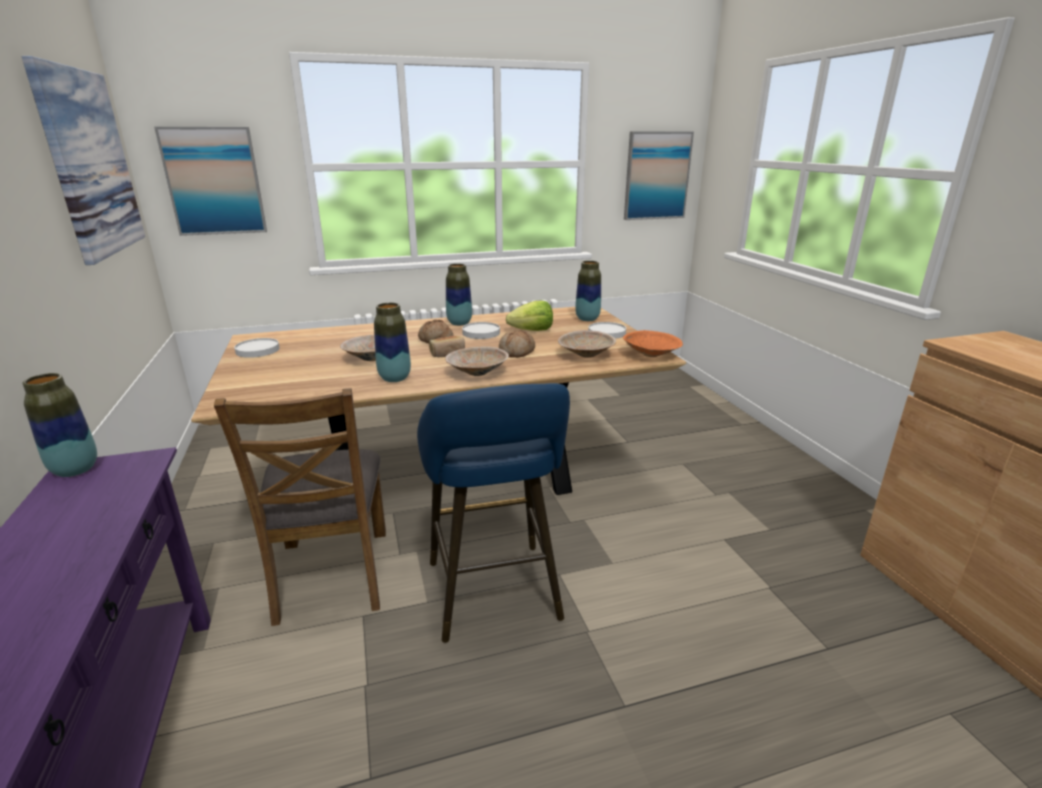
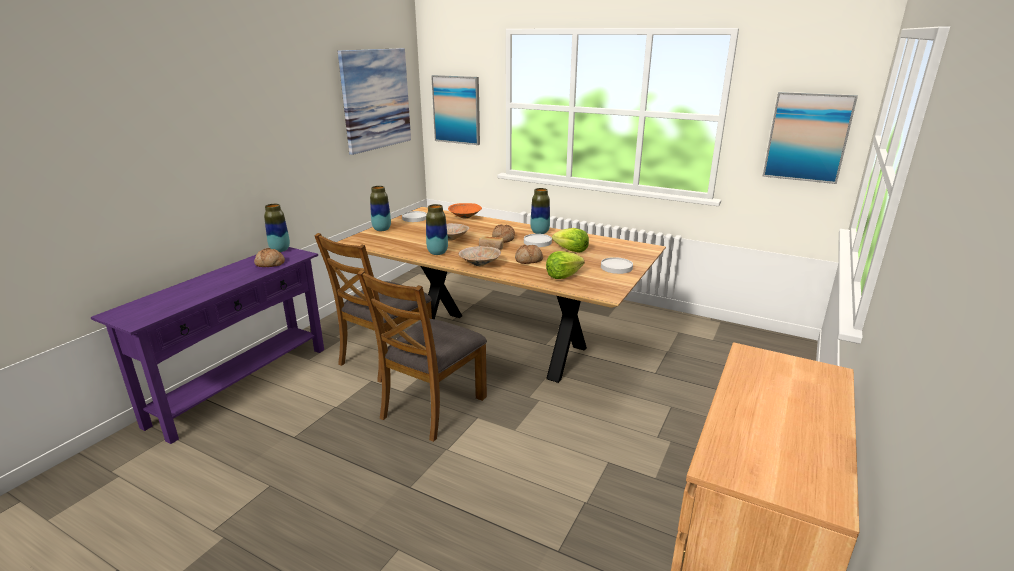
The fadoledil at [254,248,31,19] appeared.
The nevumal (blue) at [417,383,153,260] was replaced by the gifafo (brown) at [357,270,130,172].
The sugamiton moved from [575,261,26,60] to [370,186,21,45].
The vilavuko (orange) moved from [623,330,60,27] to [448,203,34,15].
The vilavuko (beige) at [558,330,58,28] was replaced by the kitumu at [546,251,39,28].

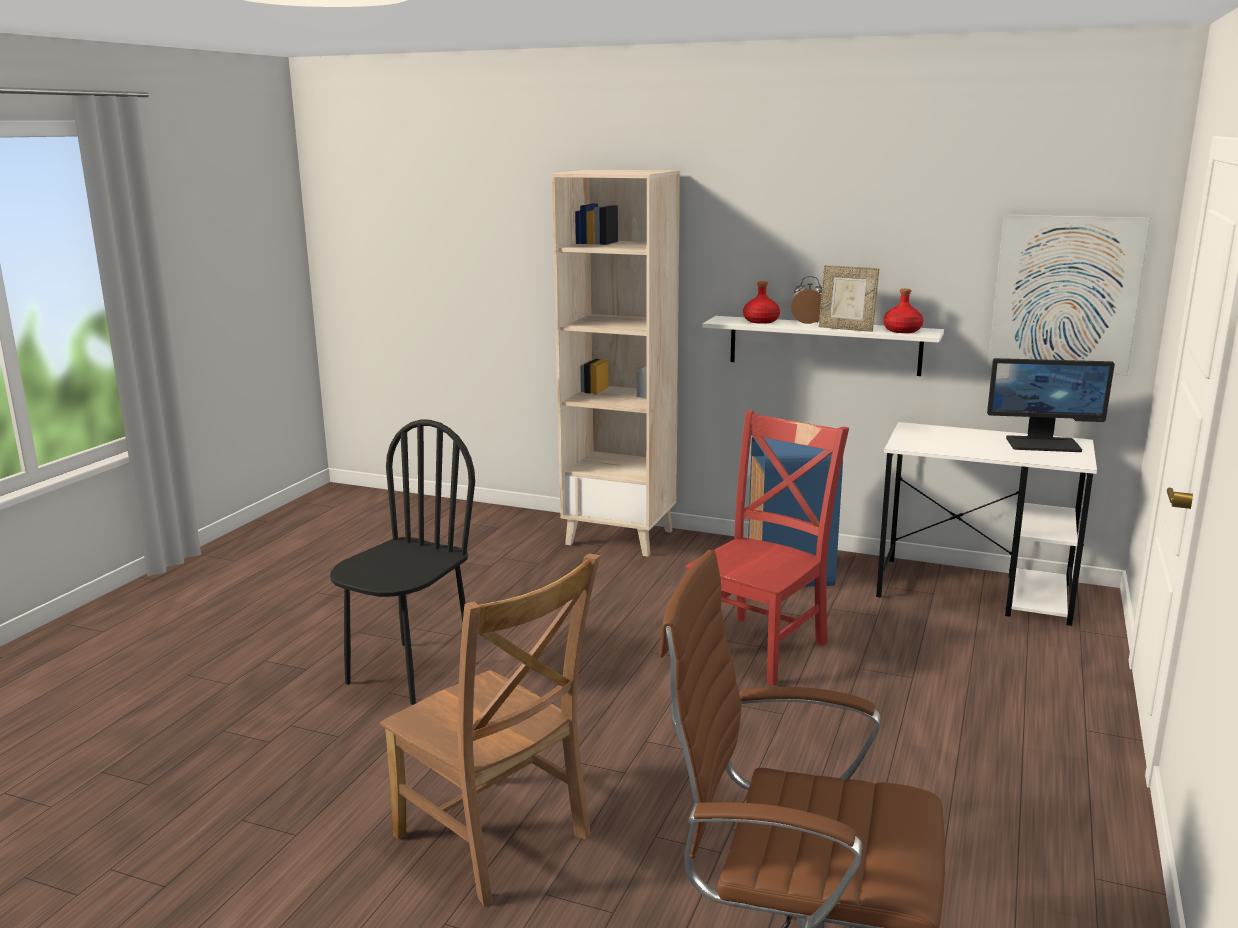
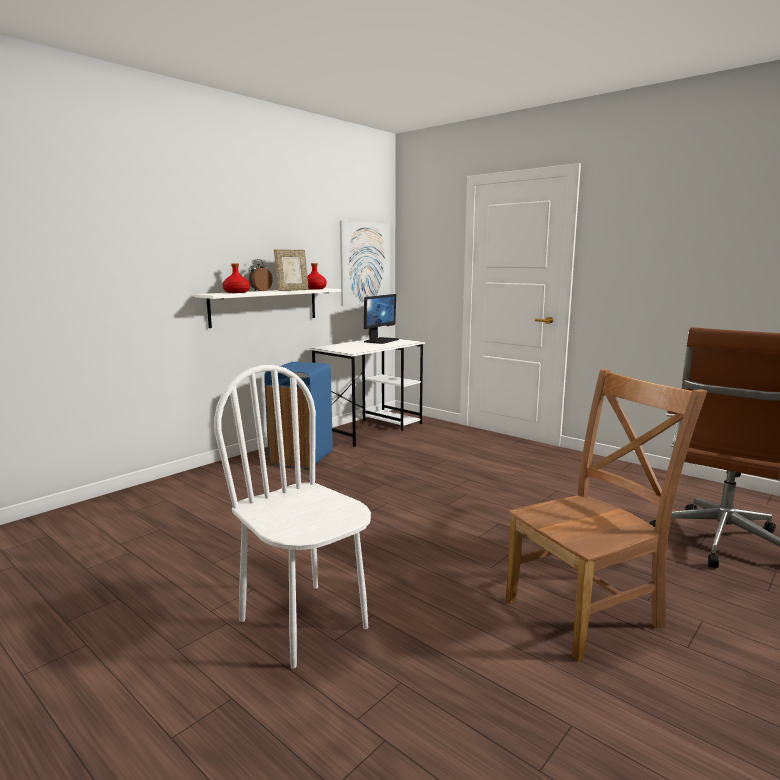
The gifafo (black) at [330,420,145,285] became the gifafo (white) at [214,365,157,304].
The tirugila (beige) at [552,170,128,387] disappeared.
The gifafo (red) at [685,410,164,276] disappeared.

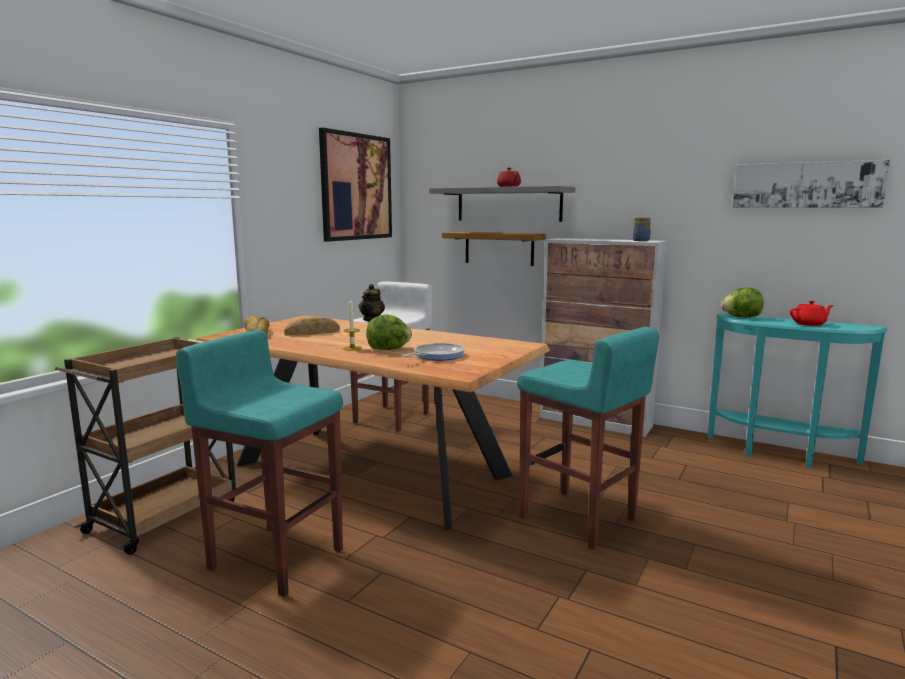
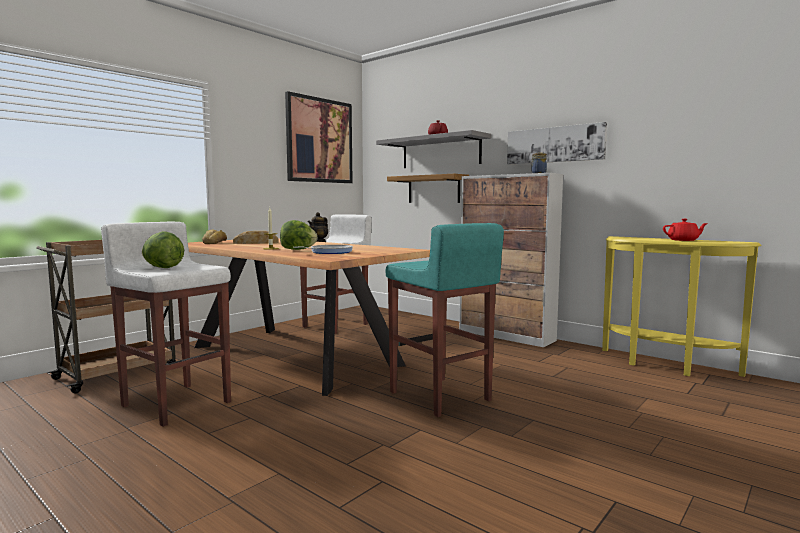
The nevumal (turquoise) at [176,330,167,267] became the nevumal (white) at [101,222,130,205].
The kitumu moved from [721,287,42,30] to [142,231,42,37].
The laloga moved from [733,160,157,48] to [507,122,100,42].
The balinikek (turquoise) at [707,313,181,155] became the balinikek (yellow) at [602,236,160,141].

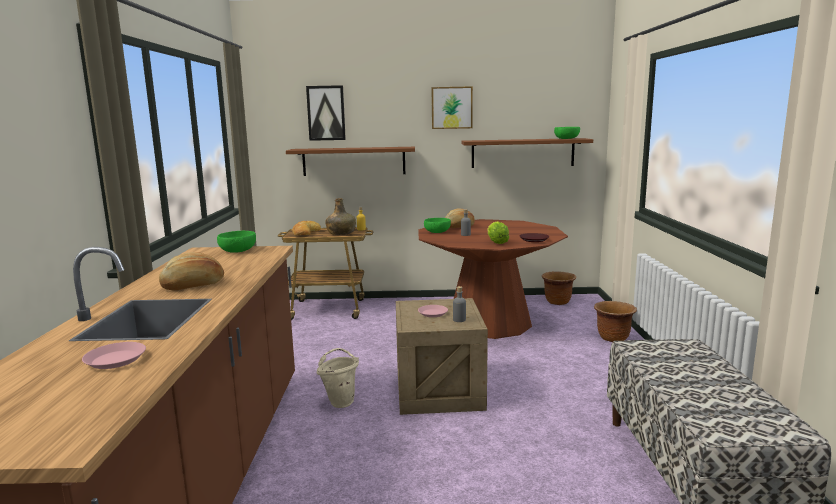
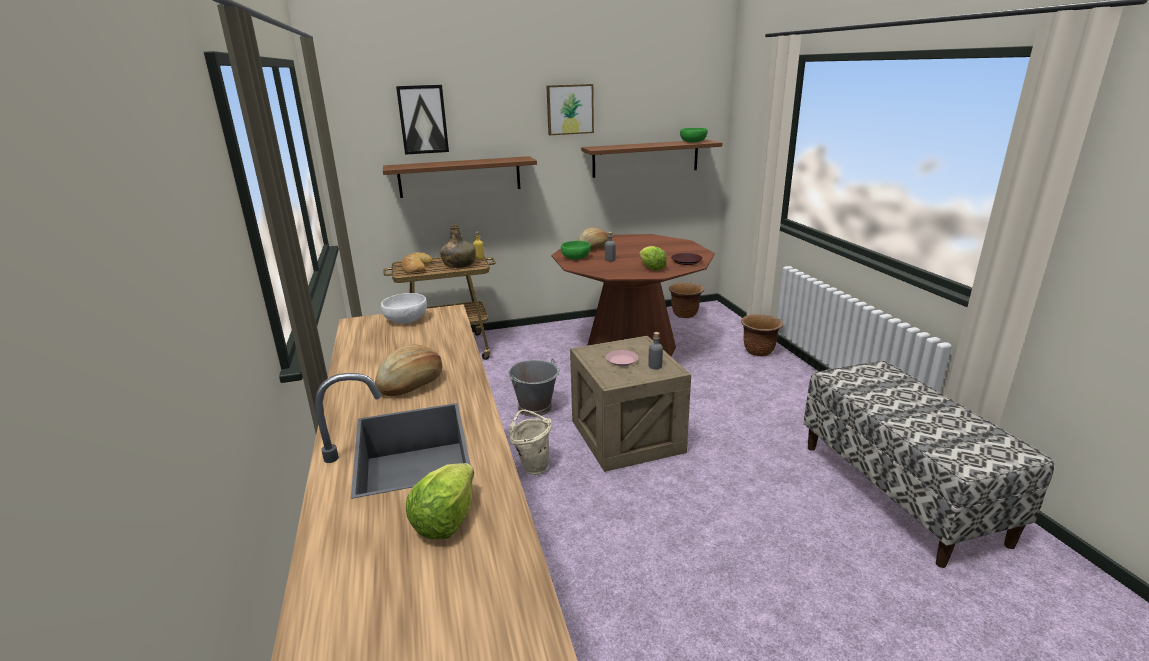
The vilavuko (green) at [217,231,39,22] became the vilavuko (white) at [381,293,46,30].
The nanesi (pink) at [82,342,64,27] was replaced by the kitumu at [406,463,68,76].
The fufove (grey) at [509,359,51,58] appeared.

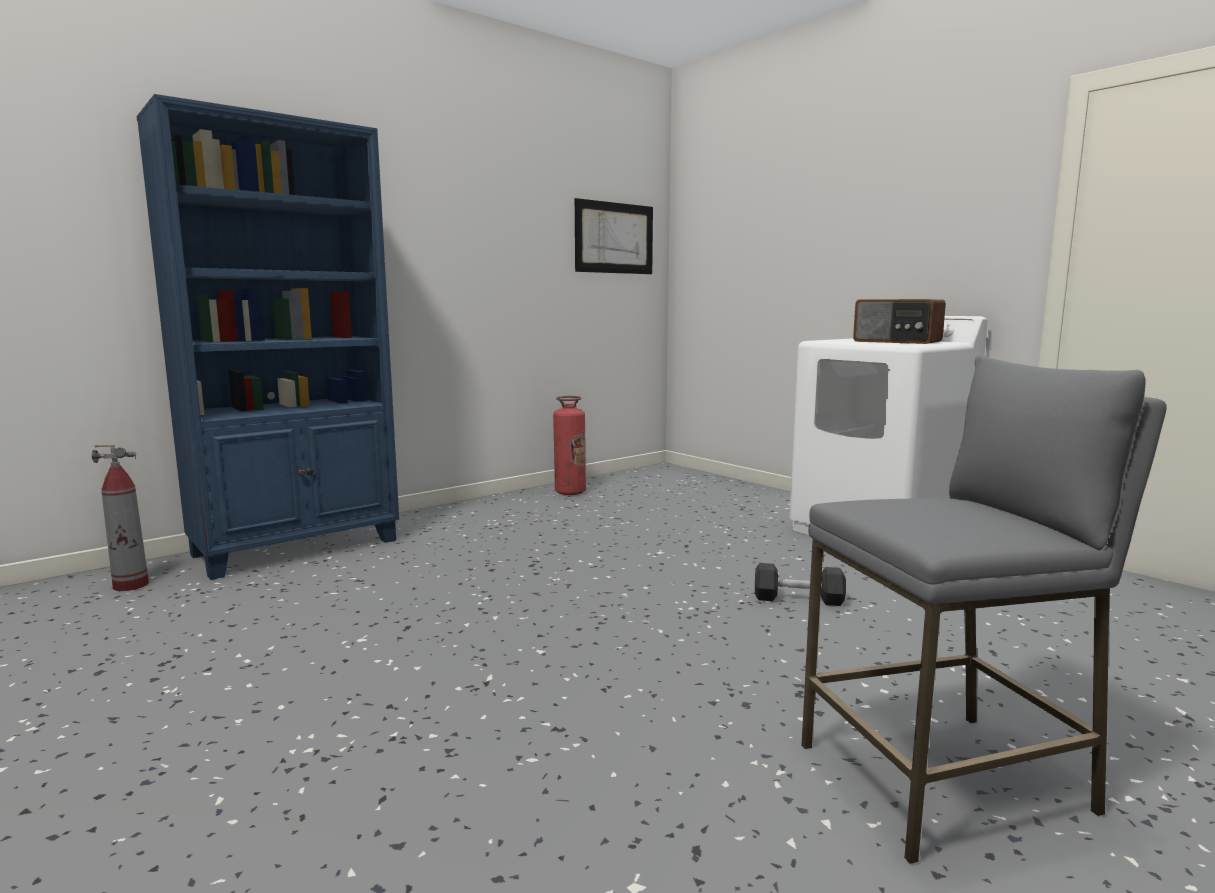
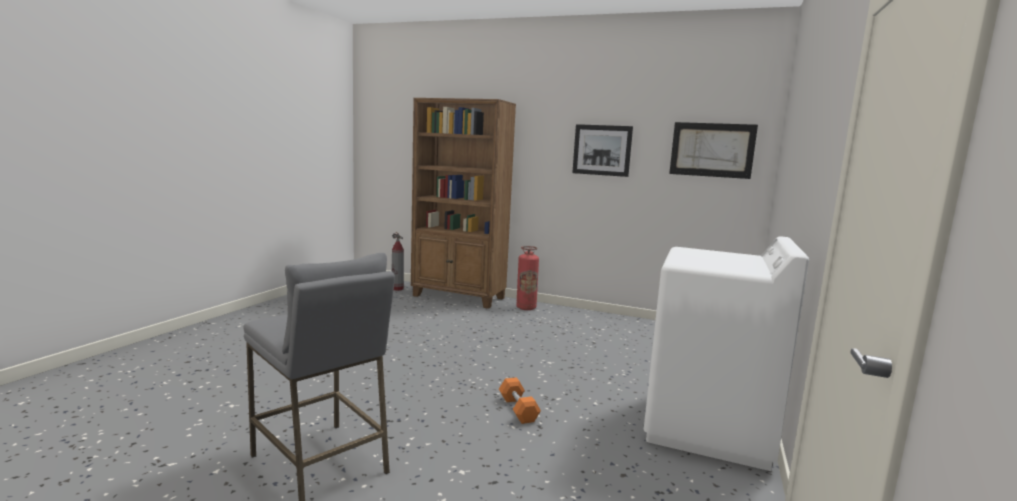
The tirugila (blue) at [137,94,262,486] became the tirugila (brown) at [411,98,105,211].
The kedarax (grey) at [755,563,91,43] became the kedarax (orange) at [499,377,42,47].
The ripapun moved from [553,396,33,99] to [516,246,23,64].
The laloga at [572,124,61,53] appeared.
The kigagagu at [853,299,93,45] disappeared.

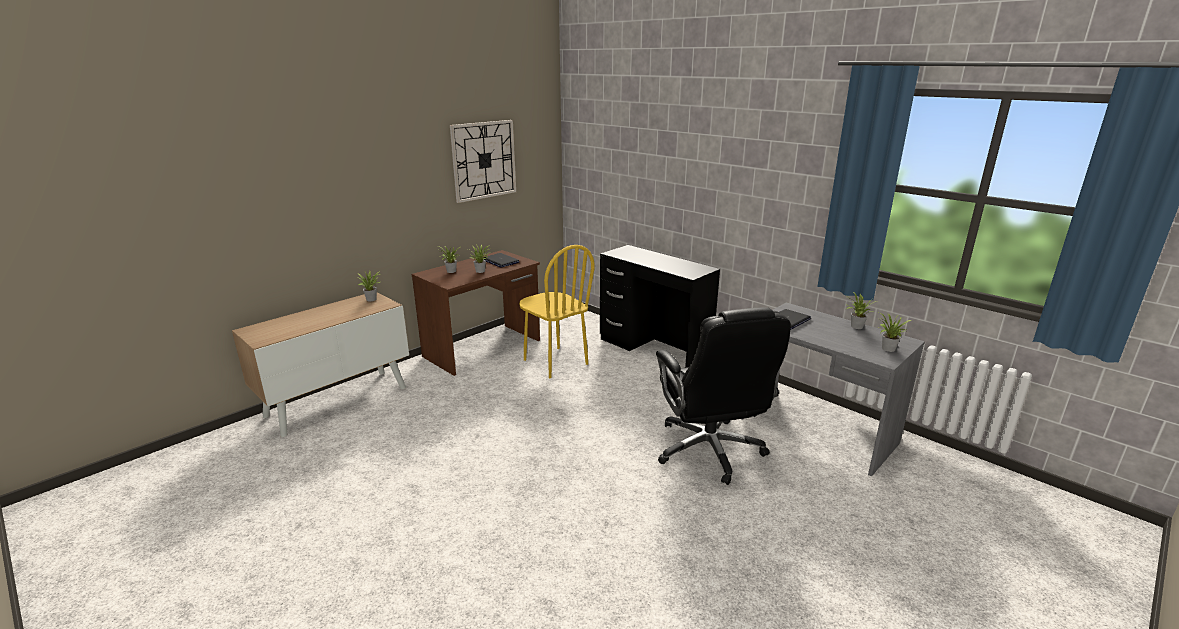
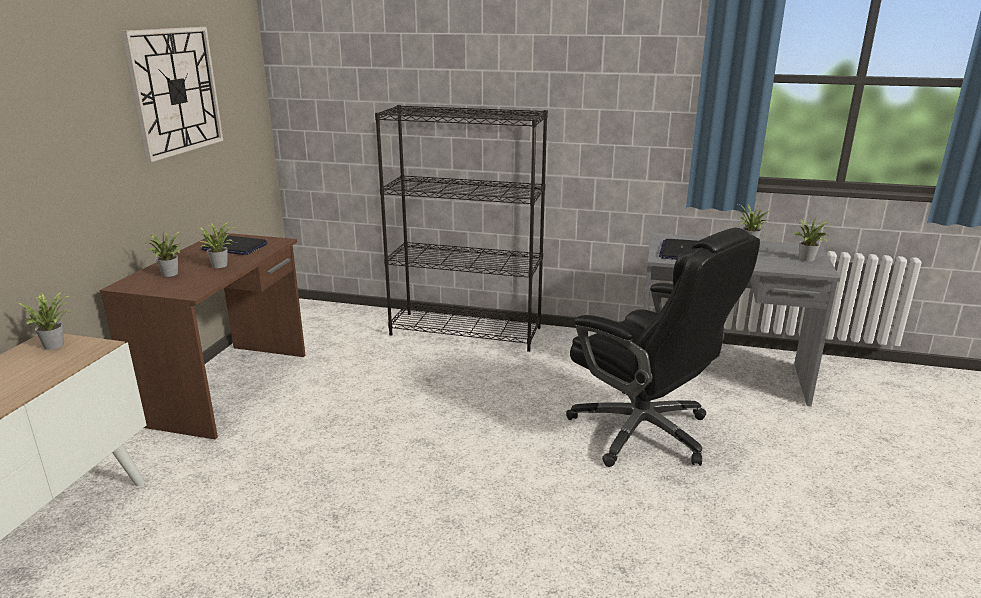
The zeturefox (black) at [600,245,120,123] was replaced by the tirugila (black) at [375,105,173,247].
The gifafo (yellow) at [519,245,76,133] disappeared.

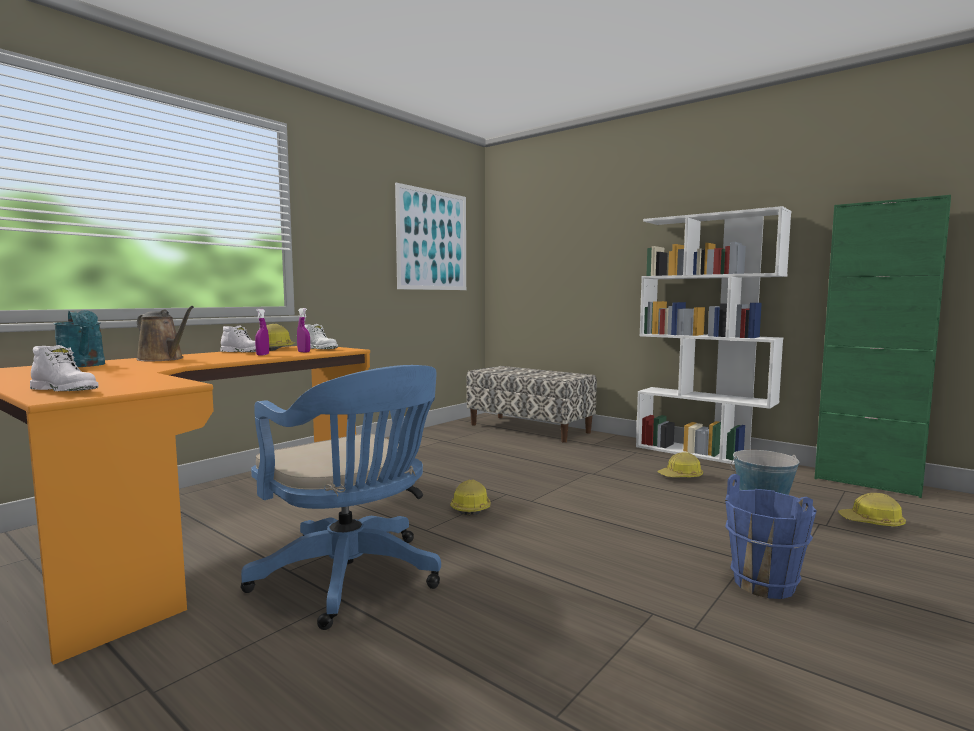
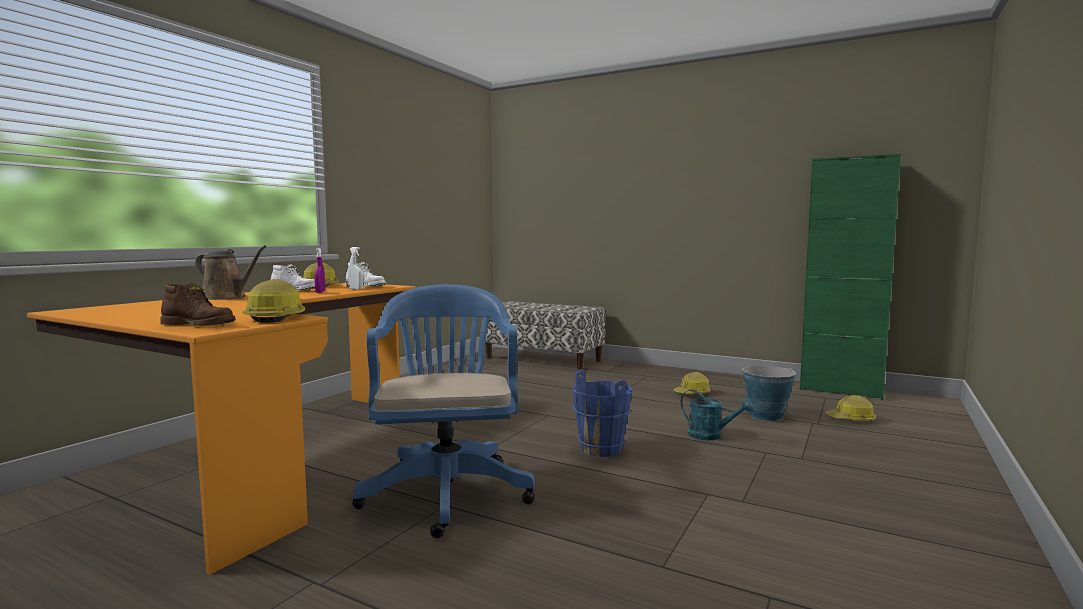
The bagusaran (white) at [30,345,68,46] became the bagusaran (brown) at [161,283,74,43].
The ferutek moved from [450,479,40,37] to [243,279,62,44].
The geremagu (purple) at [297,308,13,45] became the geremagu (white) at [348,247,15,43].
The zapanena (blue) at [241,365,200,265] turned 135 degrees counterclockwise.
The fufove (blue) moved from [725,474,92,125] to [572,369,60,88].
The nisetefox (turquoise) moved from [53,310,52,57] to [680,390,74,50].
The laloga at [395,183,71,107] disappeared.
The tirugila (white) at [636,206,155,259] disappeared.

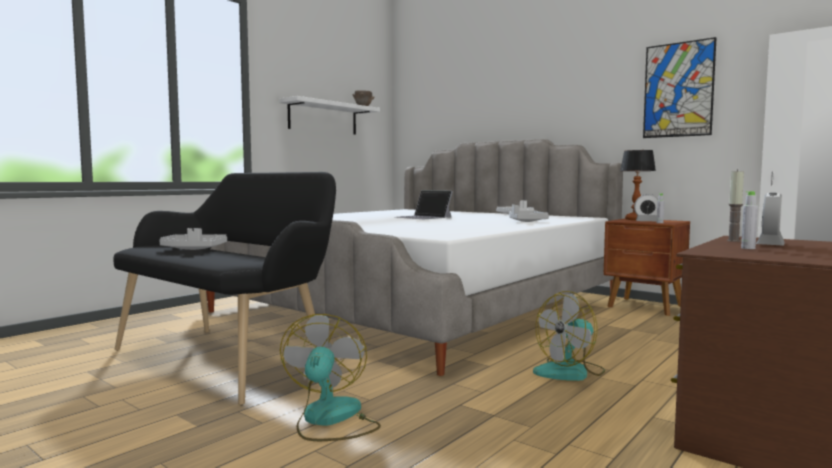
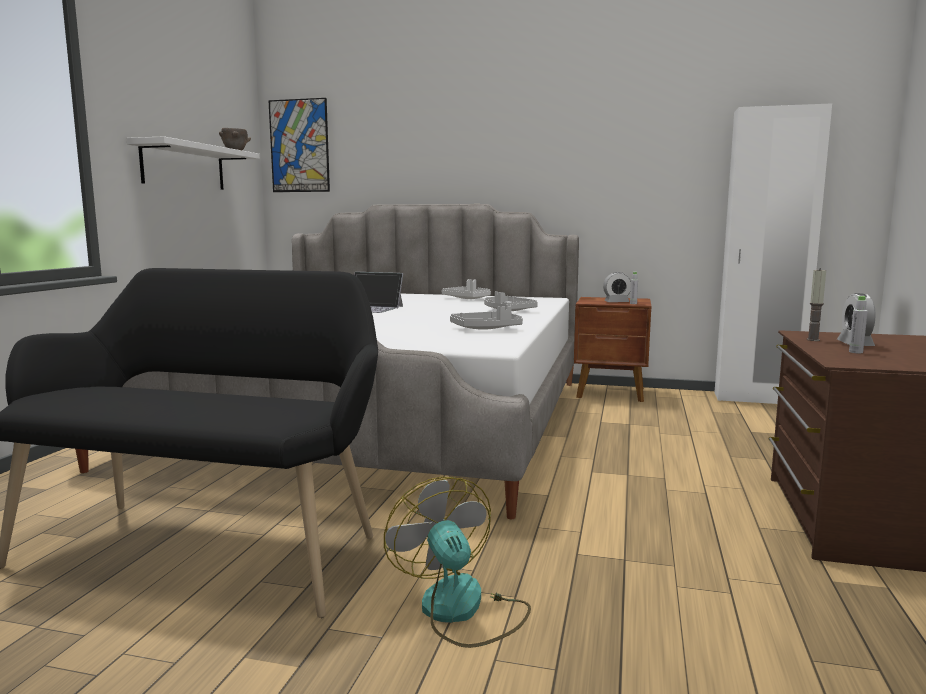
The laloga moved from [643,37,74,101] to [268,98,62,94].
The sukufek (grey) moved from [159,228,68,22] to [450,306,73,24].
The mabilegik at [533,291,72,90] disappeared.
The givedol at [620,150,36,70] disappeared.

